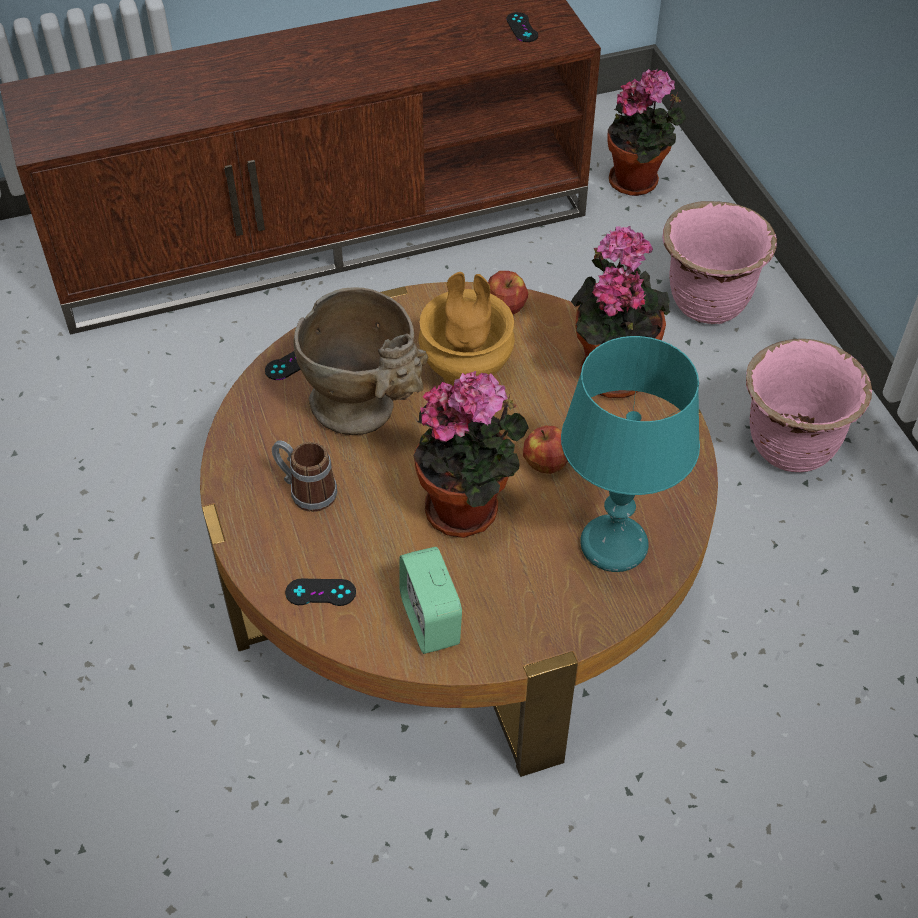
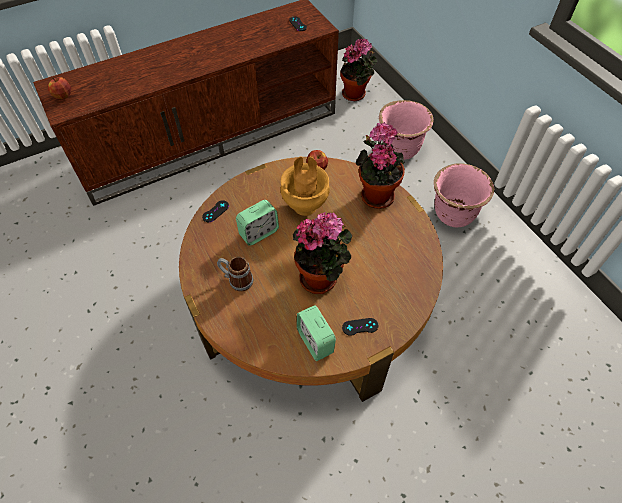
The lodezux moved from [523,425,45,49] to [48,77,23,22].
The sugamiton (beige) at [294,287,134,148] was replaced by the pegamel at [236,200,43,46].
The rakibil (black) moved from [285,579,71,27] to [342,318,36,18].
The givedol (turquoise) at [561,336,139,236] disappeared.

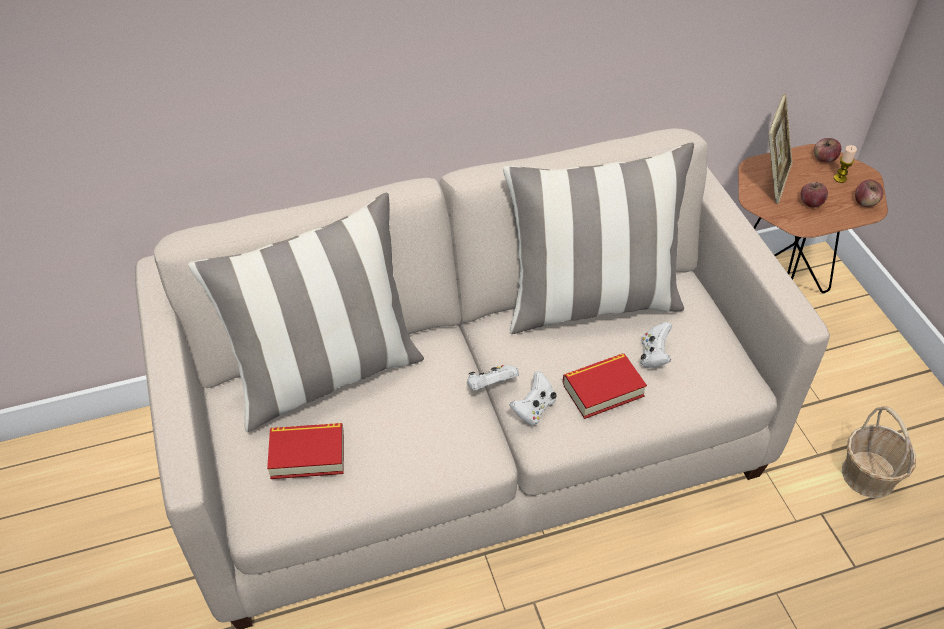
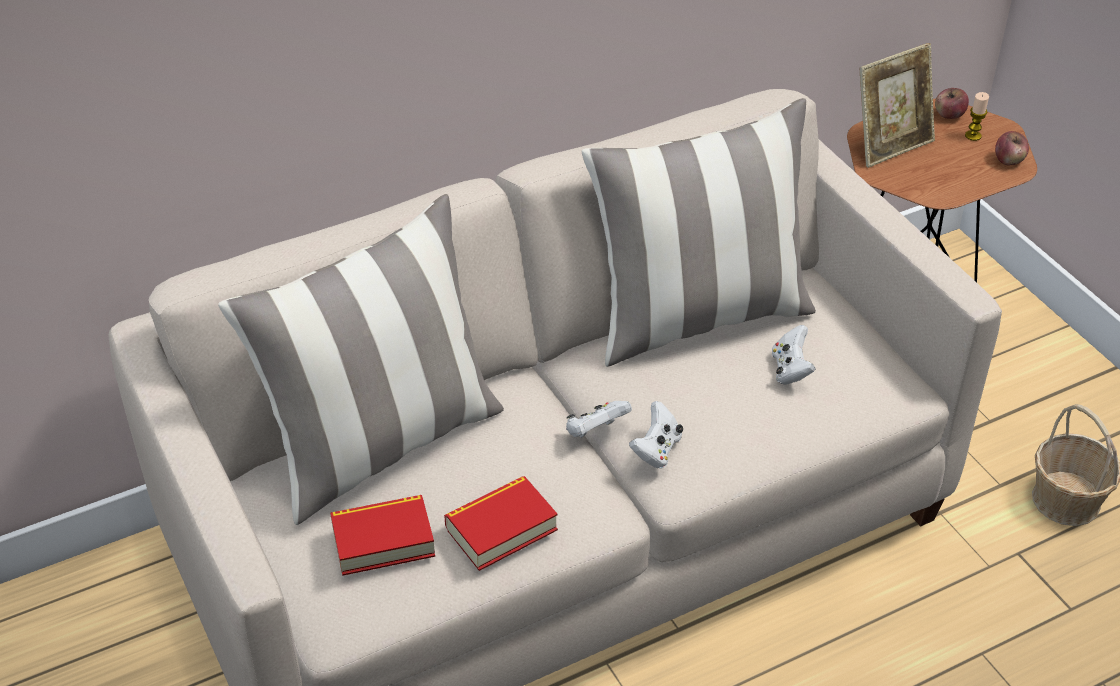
The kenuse moved from [563,353,84,66] to [444,476,114,95].
The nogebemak at [768,94,25,110] turned 45 degrees clockwise.
The lodezux at [801,182,27,25] disappeared.

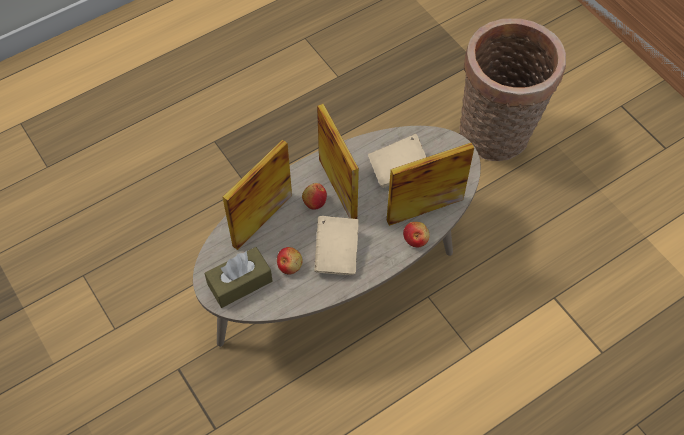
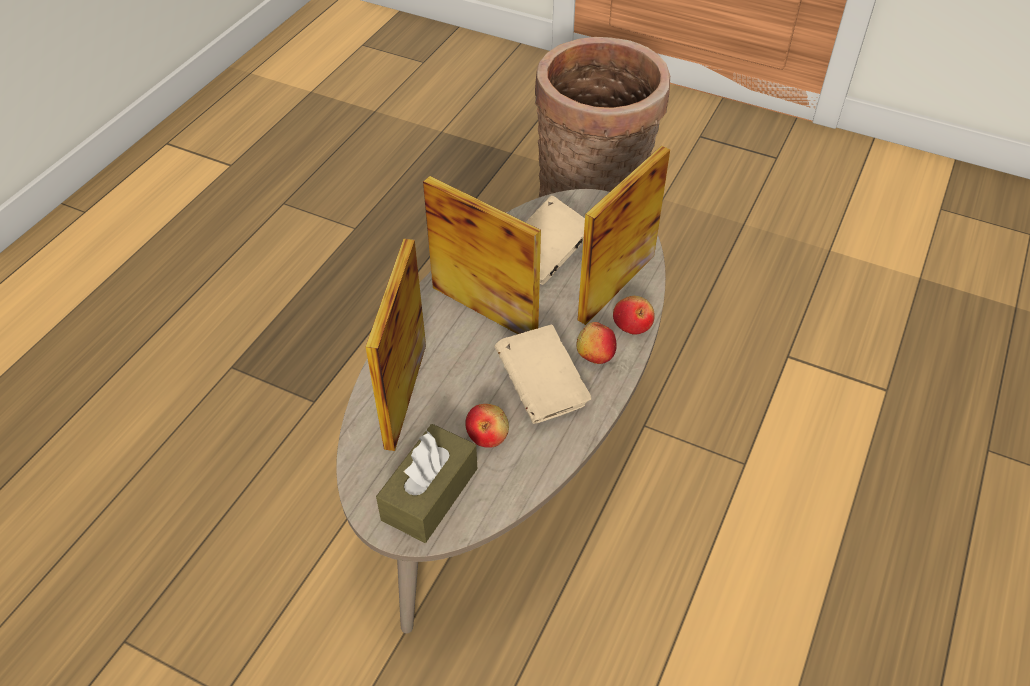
The lodezux moved from [302,183,25,27] to [576,322,41,42].

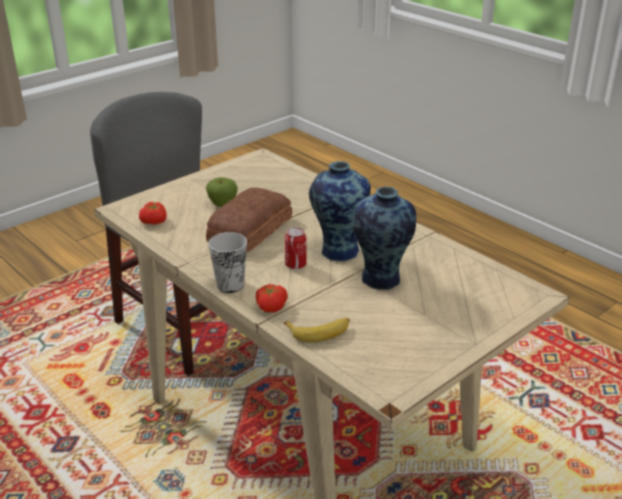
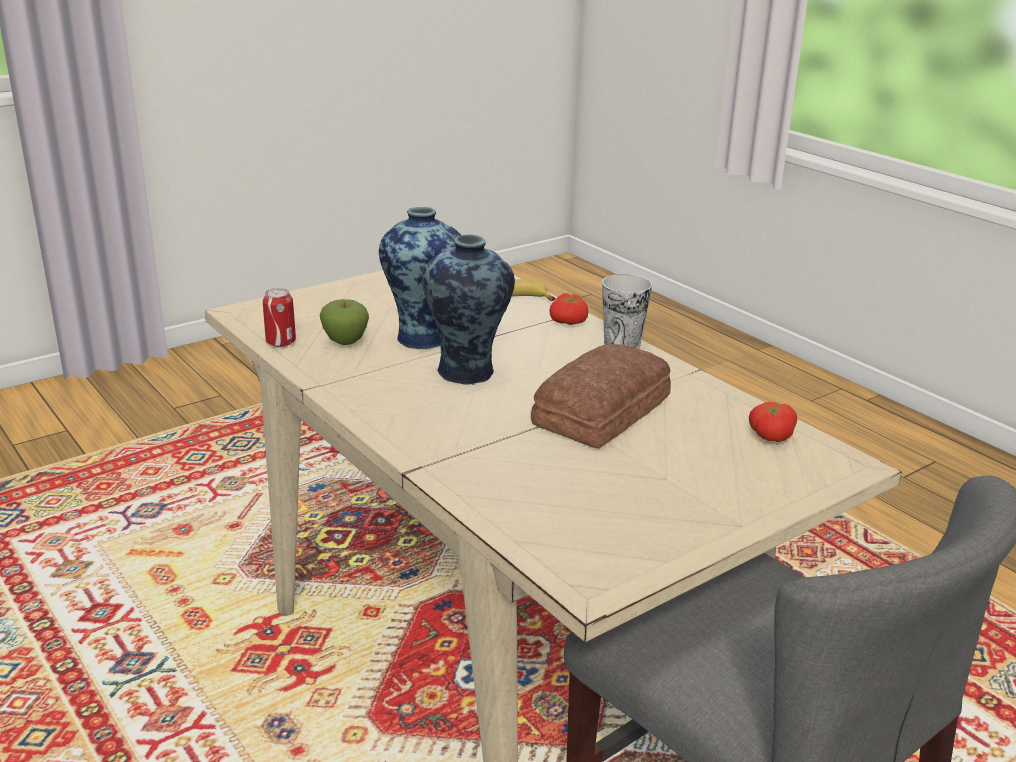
The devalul moved from [285,227,21,42] to [263,288,33,59].
The lodezux moved from [206,177,32,30] to [320,299,49,46].

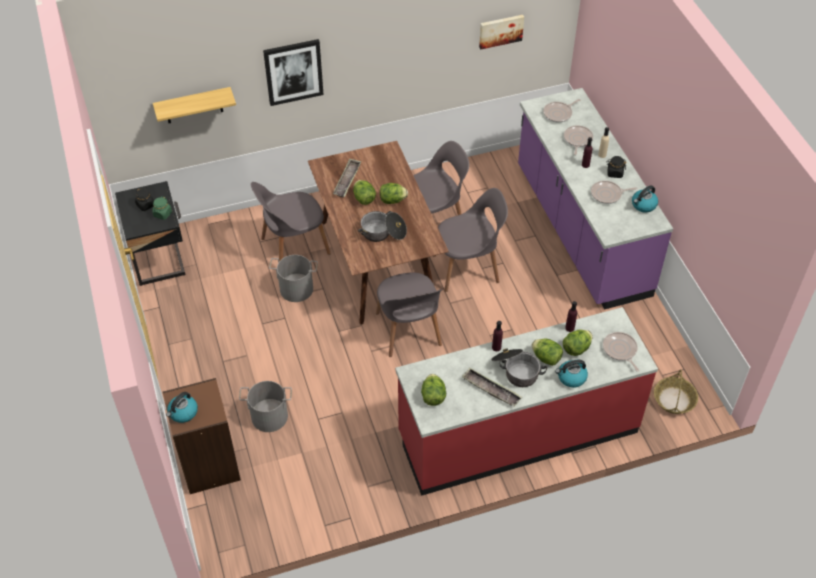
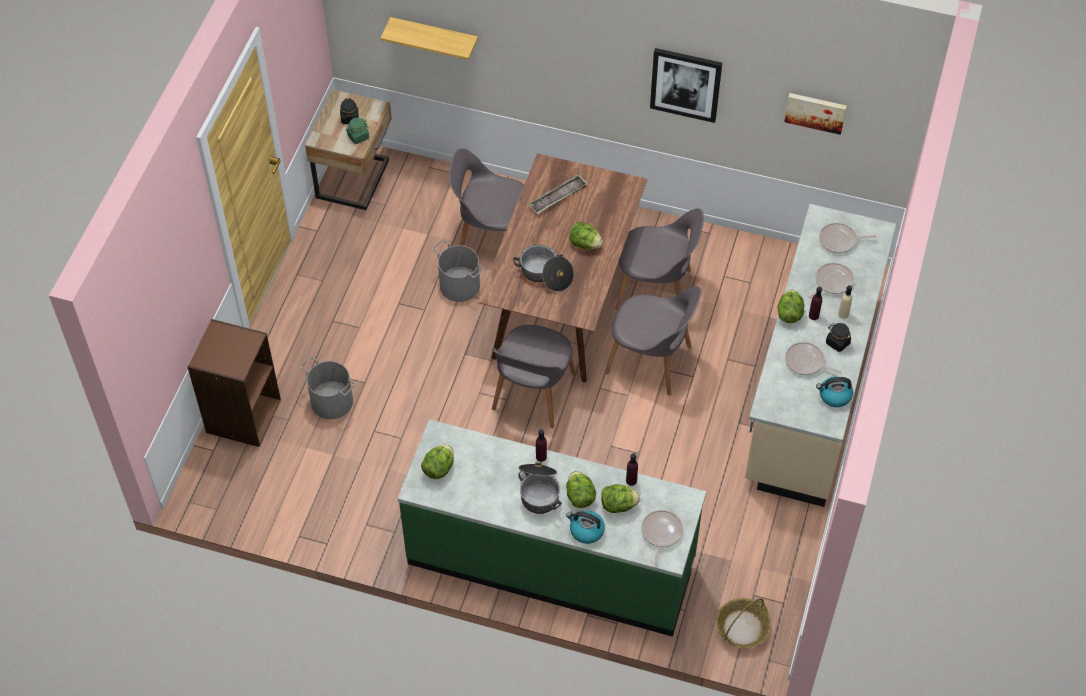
The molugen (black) at [115,181,71,105] became the molugen (beige) at [305,89,87,121].
The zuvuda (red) at [395,307,263,189] became the zuvuda (green) at [397,419,309,218].
The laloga moved from [263,39,61,67] to [650,48,72,75].
The zuvuda (purple) at [518,88,155,222] became the zuvuda (beige) at [745,204,151,303].
The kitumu moved from [353,180,23,25] to [777,289,27,34].
The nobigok at [166,392,32,31] disappeared.
The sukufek at [462,368,60,39] disappeared.

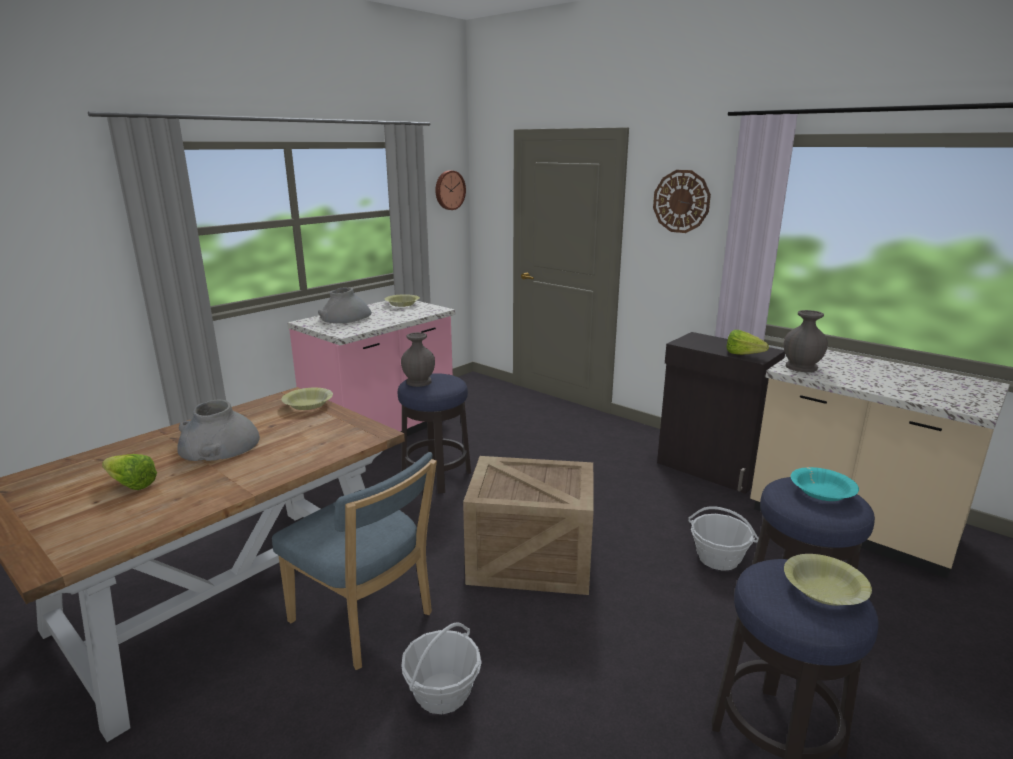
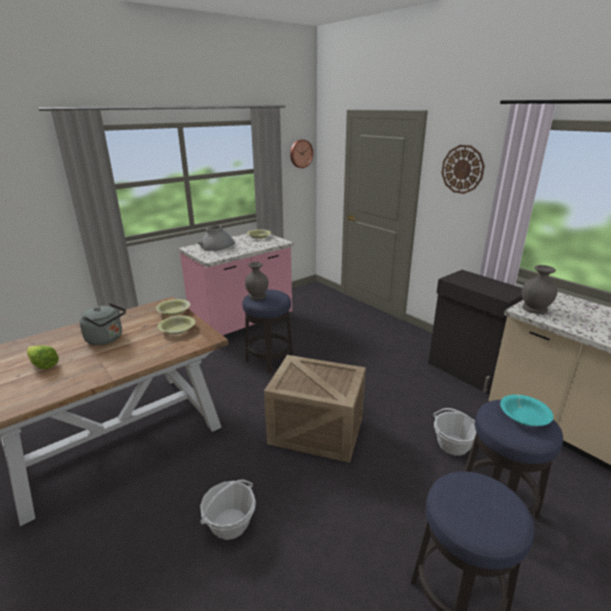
The sugamiton (grey) at [177,400,83,61] was replaced by the nobigok (grey) at [80,303,46,42].
The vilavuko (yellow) moved from [784,554,88,52] to [158,316,37,19].
The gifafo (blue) at [272,452,165,218] disappeared.
The kitumu at [727,330,42,25] disappeared.

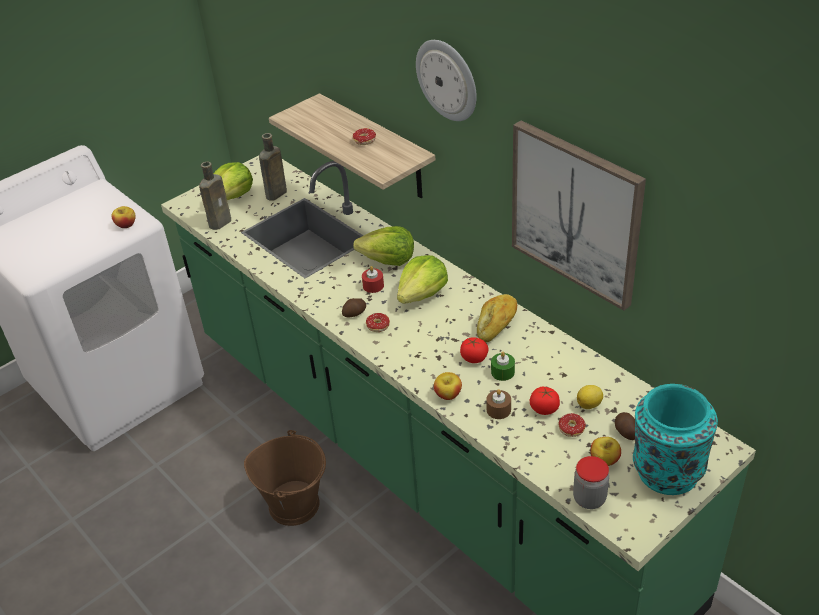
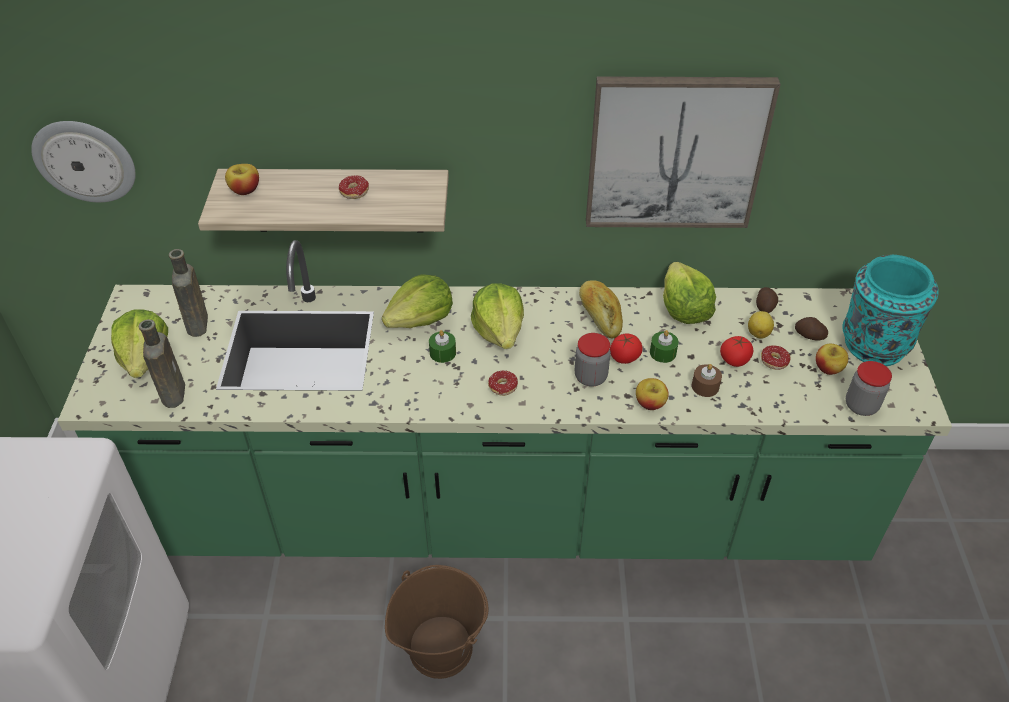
The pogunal moved from [416,40,61,81] to [31,121,105,82].
The lodezux moved from [112,206,24,22] to [225,164,34,31].
The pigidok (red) at [362,266,22,27] became the pigidok (green) at [429,330,27,33].
The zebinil at [575,333,36,54] appeared.
The kitumu at [663,262,53,62] appeared.
The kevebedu moved from [342,298,24,20] to [756,287,22,26].

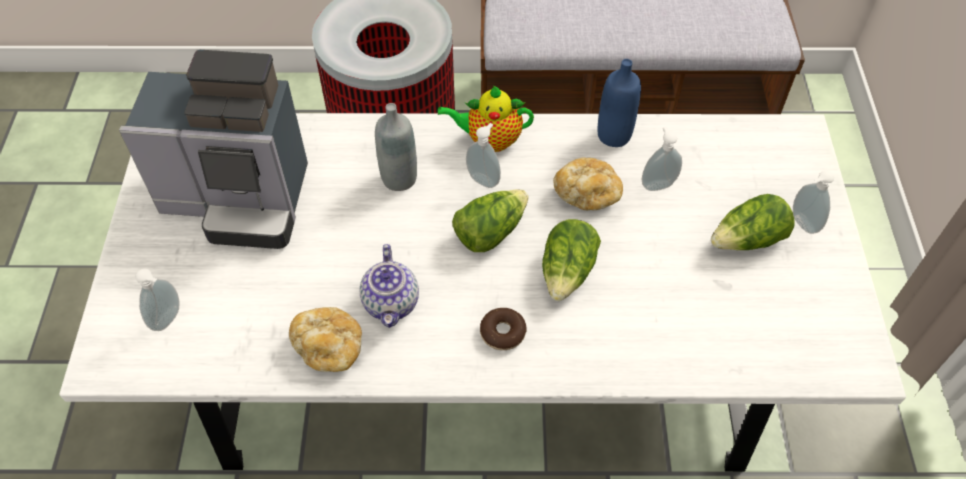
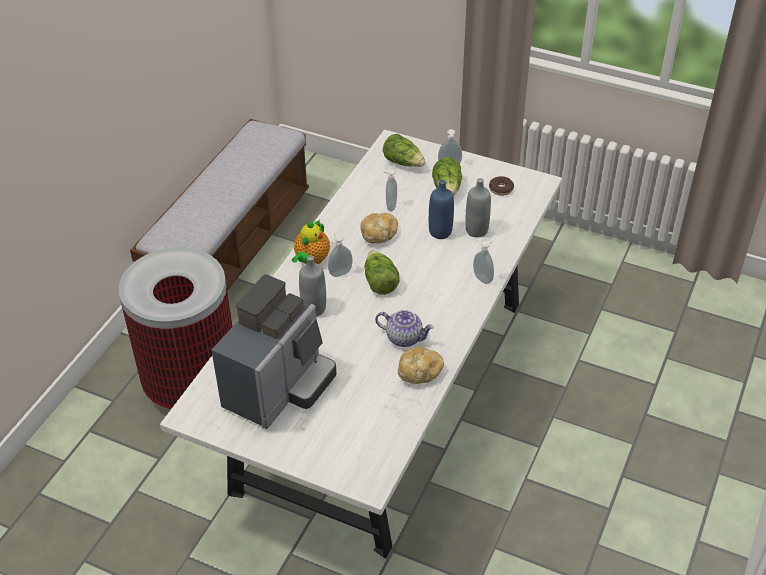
The kitumu moved from [542,219,59,82] to [383,134,42,33].
The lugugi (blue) moved from [598,59,43,88] to [429,180,25,59].
The lugugi (grey) at [465,178,26,59] appeared.
The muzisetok moved from [135,269,45,62] to [473,240,21,44].
The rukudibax moved from [480,308,47,42] to [489,176,25,20].

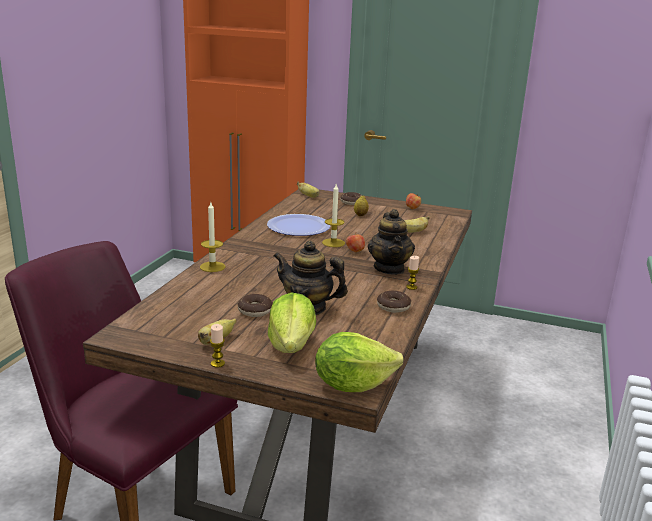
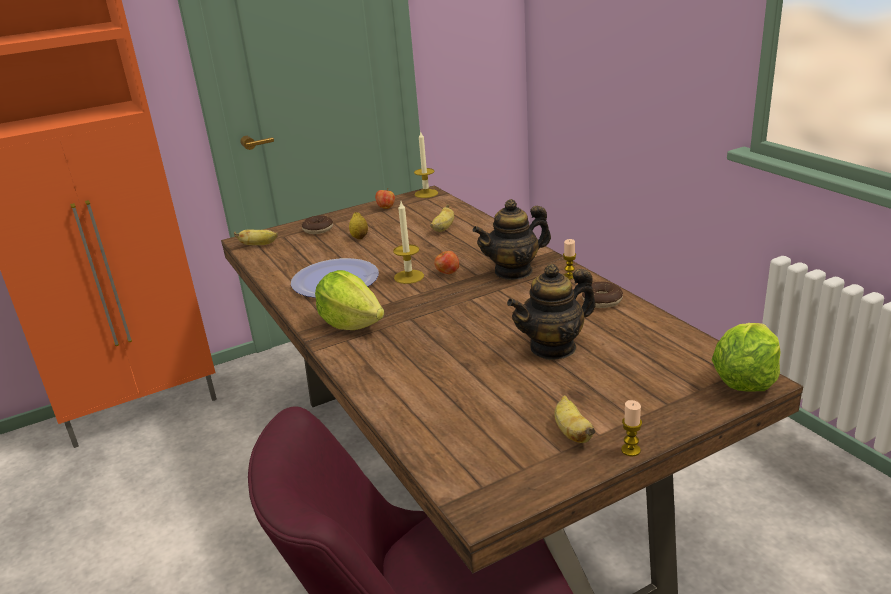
The kitumu moved from [268,292,48,61] to [315,270,70,60].
The pigidok moved from [200,202,25,70] to [414,132,24,66].
The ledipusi at [367,209,48,66] turned 120 degrees clockwise.
The rukudibax at [237,294,36,23] disappeared.

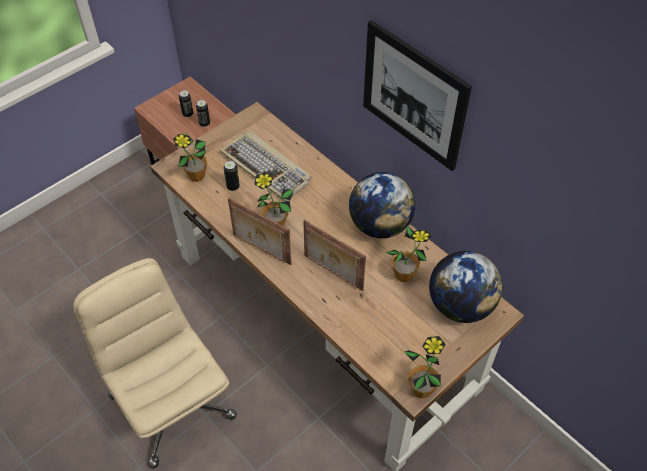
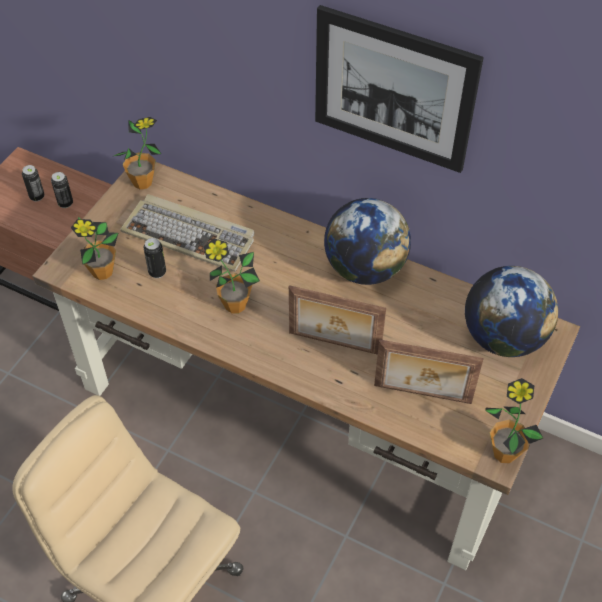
The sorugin moved from [385,226,47,56] to [114,117,47,73].
The nogebemak moved from [228,199,64,66] to [374,339,109,65].

